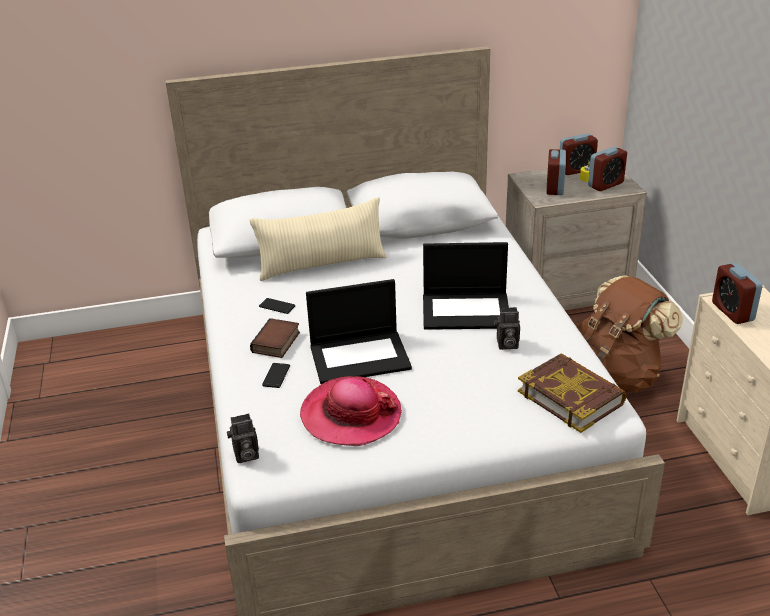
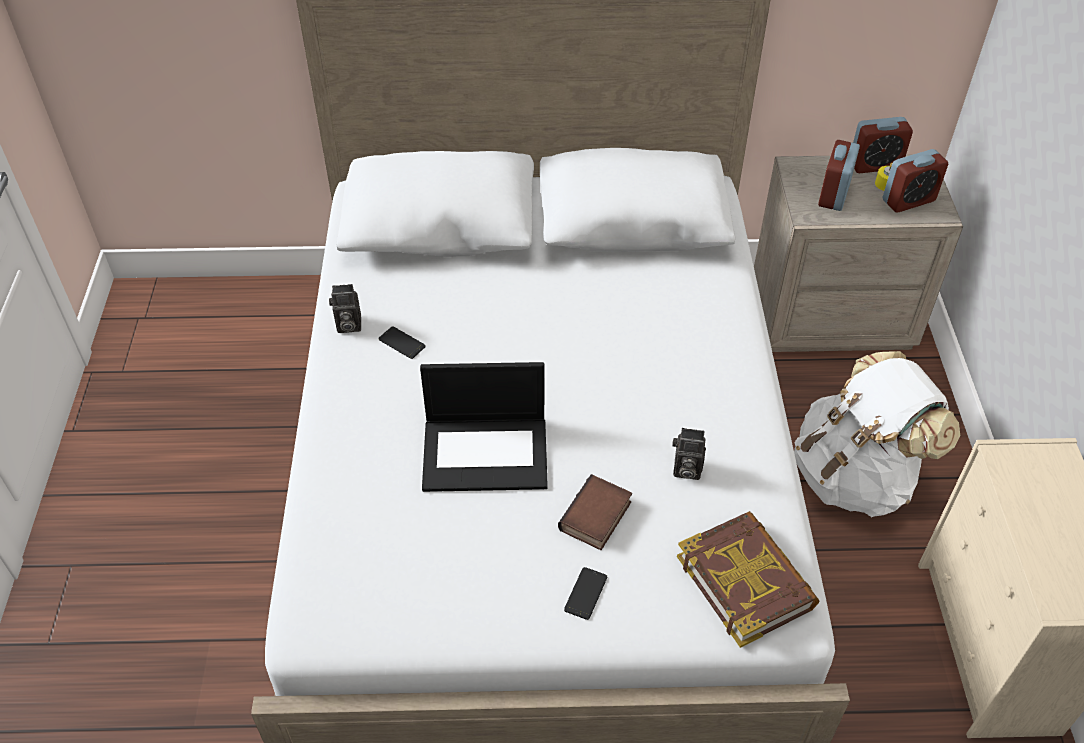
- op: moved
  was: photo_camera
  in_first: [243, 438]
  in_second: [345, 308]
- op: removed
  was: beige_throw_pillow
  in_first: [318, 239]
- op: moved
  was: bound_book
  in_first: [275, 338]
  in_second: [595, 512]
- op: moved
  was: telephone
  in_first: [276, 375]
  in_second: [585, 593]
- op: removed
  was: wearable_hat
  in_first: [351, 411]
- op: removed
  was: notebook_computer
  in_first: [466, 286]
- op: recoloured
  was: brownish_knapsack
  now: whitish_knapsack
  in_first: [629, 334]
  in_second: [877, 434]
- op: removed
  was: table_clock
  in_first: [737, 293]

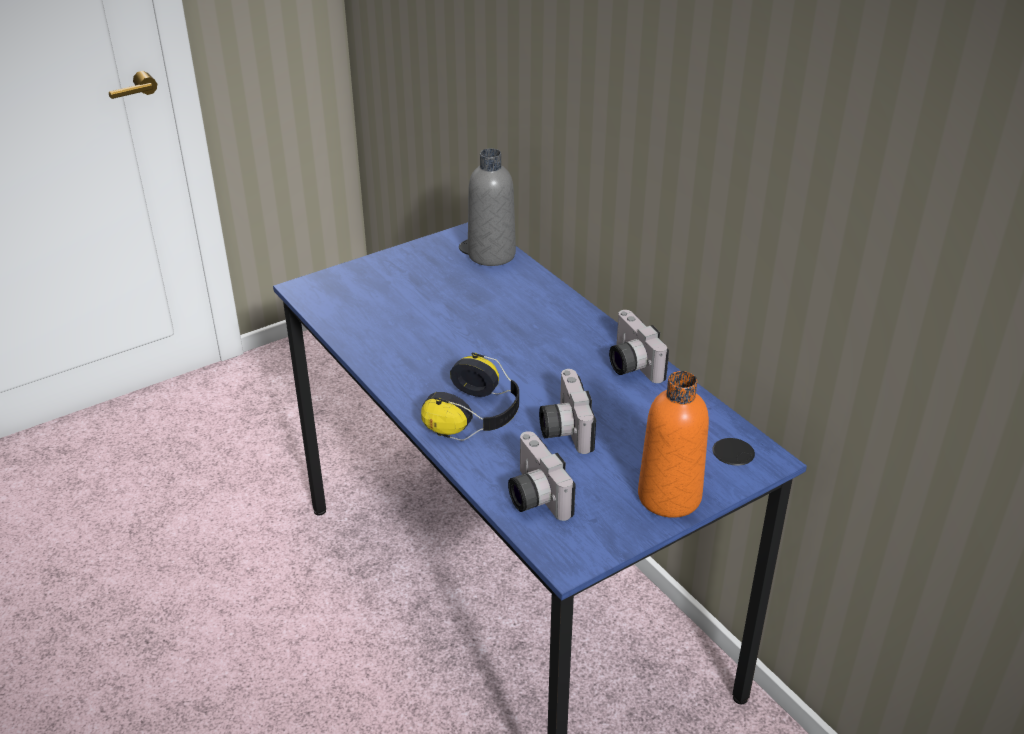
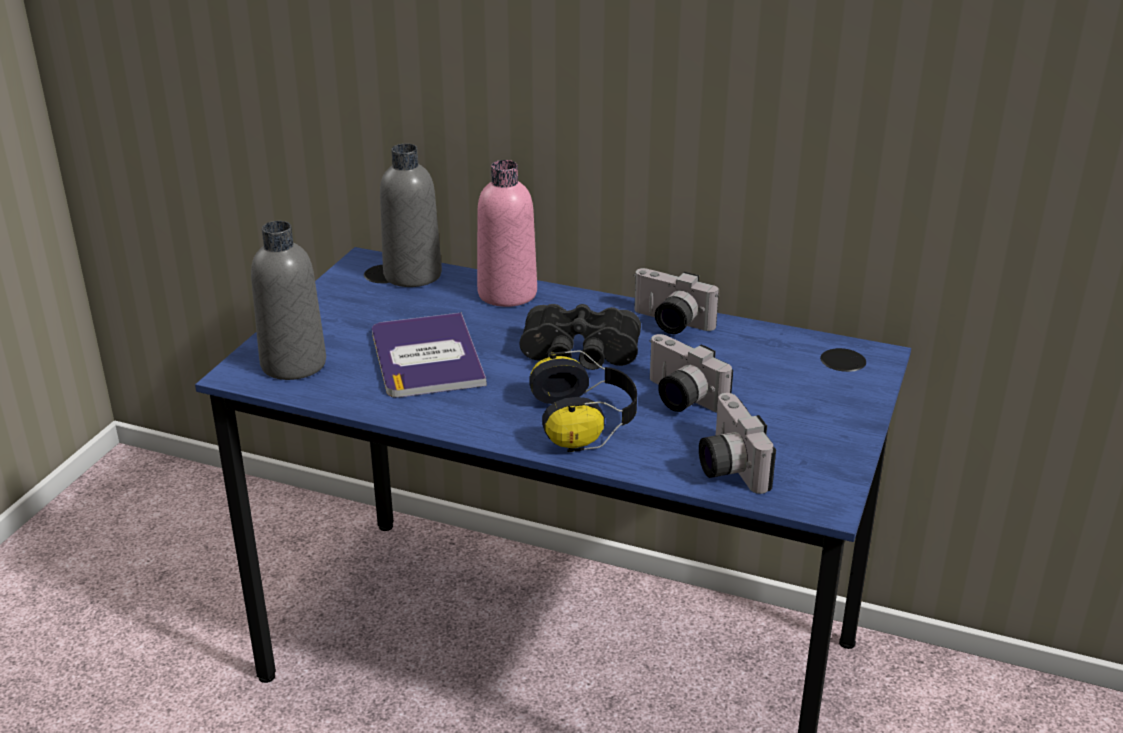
- op: turned
  was: photo_camera
  in_first: [542, 476]
  in_second: [737, 443]
  clockwise: 45
- op: removed
  was: orange_bottle
  in_first: [673, 444]
- op: added
  now: greyish_bottle
  in_second: [288, 300]
- op: added
  now: bound_book
  in_second: [429, 355]
- op: added
  now: pinkish_bottle
  in_second: [507, 233]
- op: added
  now: blackish_pair_of_binoculars
  in_second: [580, 337]

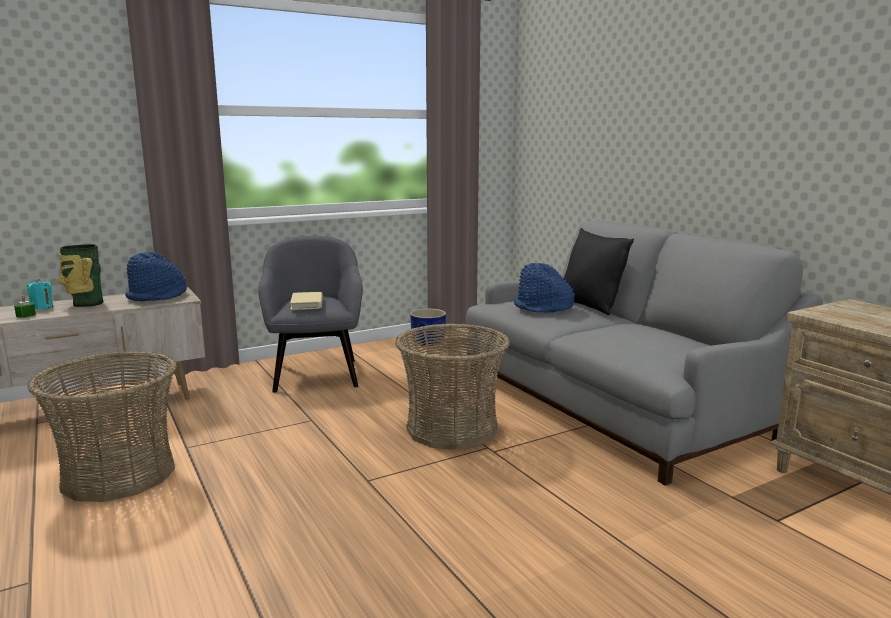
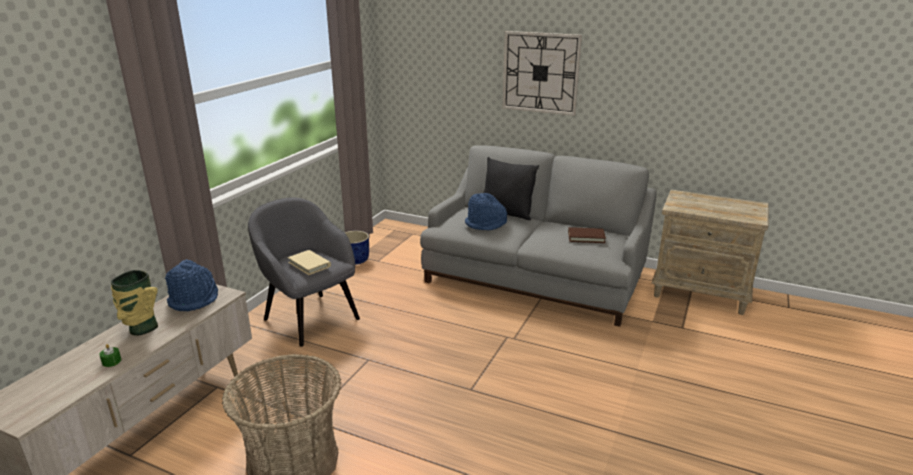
- op: removed
  was: turquoise_wax_light
  in_first: [40, 294]
- op: removed
  was: basket
  in_first: [452, 387]
- op: added
  now: hanging_clock
  in_second: [542, 73]
- op: added
  now: brownish_bound_book
  in_second: [587, 235]

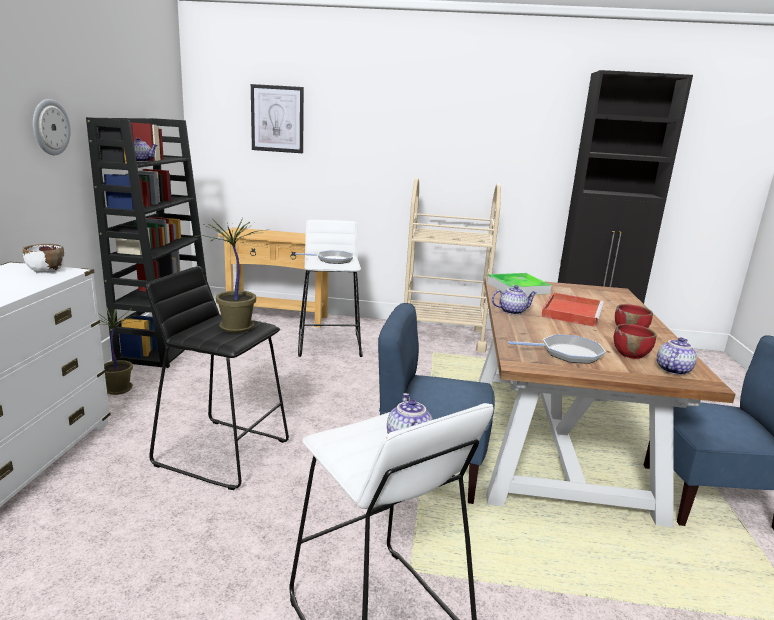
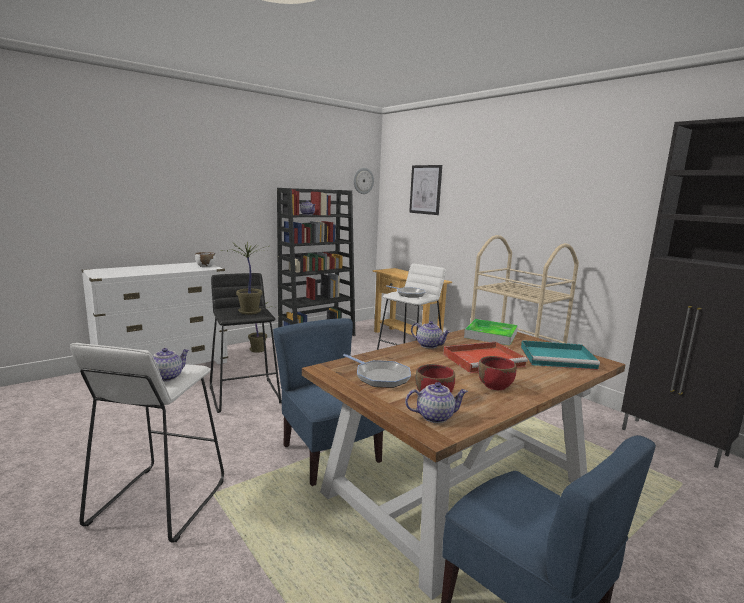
- op: moved
  was: hanging_clock
  in_first: [52, 127]
  in_second: [364, 181]
- op: added
  now: turquoise_tray
  in_second: [560, 355]

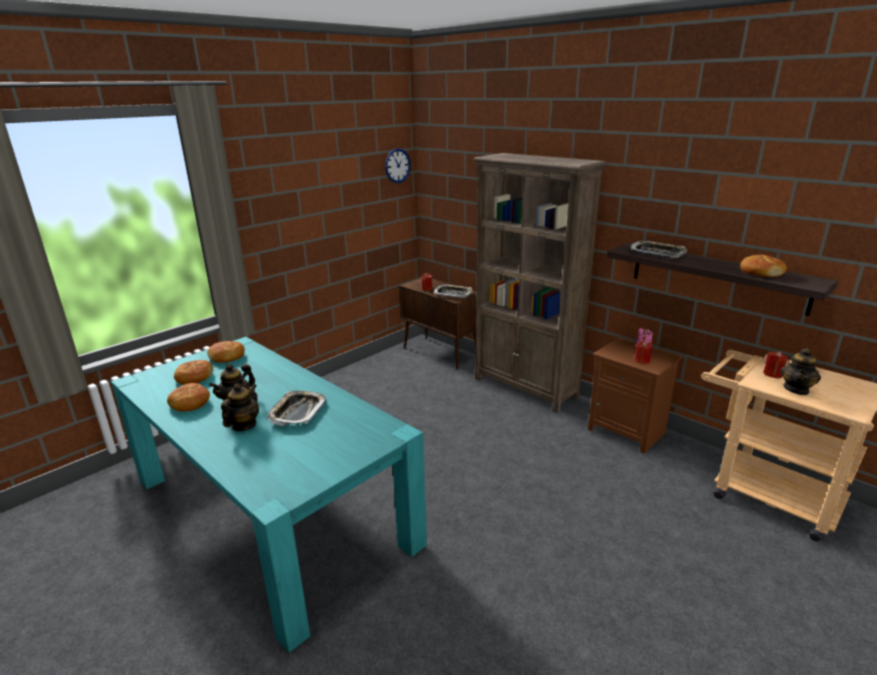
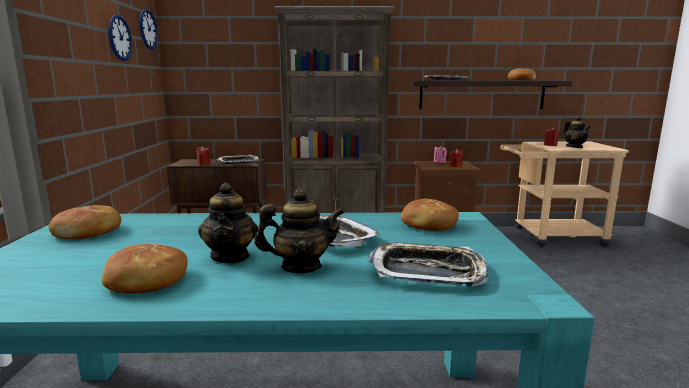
- op: moved
  was: bakery_bread
  in_first: [193, 372]
  in_second: [430, 215]
- op: turned
  was: teapot
  in_first: [240, 407]
  in_second: [299, 231]
  clockwise: 105
- op: added
  now: hanging_clock
  in_second: [120, 38]
- op: added
  now: tray
  in_second: [428, 264]

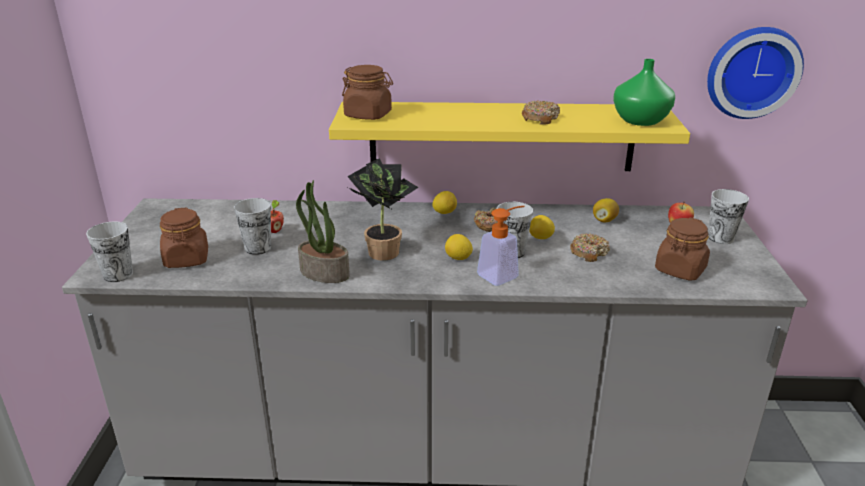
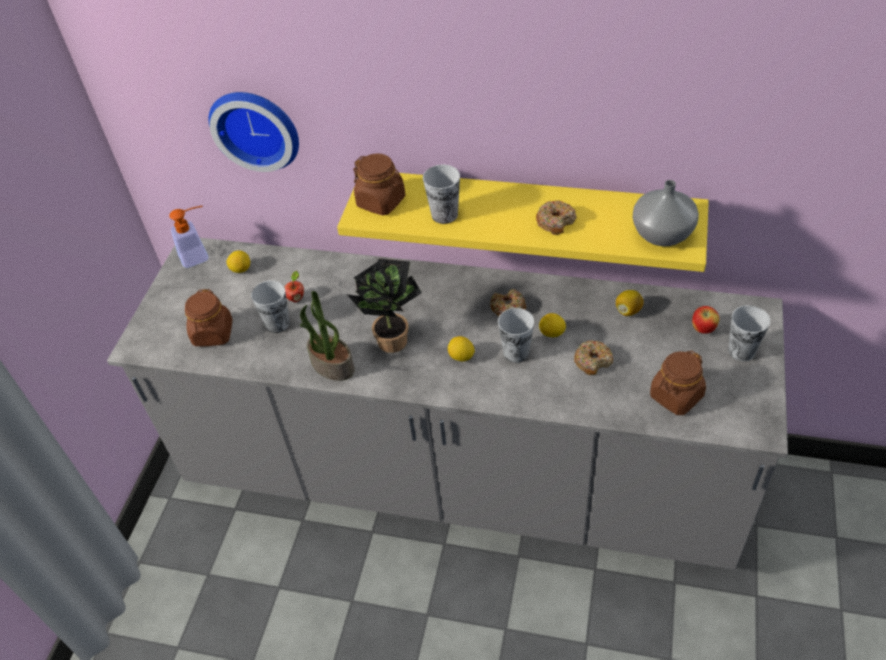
- op: moved
  was: cup
  in_first: [109, 252]
  in_second: [441, 194]
- op: moved
  was: citrus_fruit
  in_first: [444, 202]
  in_second: [238, 261]
- op: moved
  was: liquid_soap_bottle
  in_first: [500, 246]
  in_second: [189, 237]
- op: recoloured
  was: green_decorative_vase
  now: greyish_decorative_vase
  in_first: [644, 92]
  in_second: [665, 213]
- op: moved
  was: hanging_clock
  in_first: [755, 73]
  in_second: [254, 132]

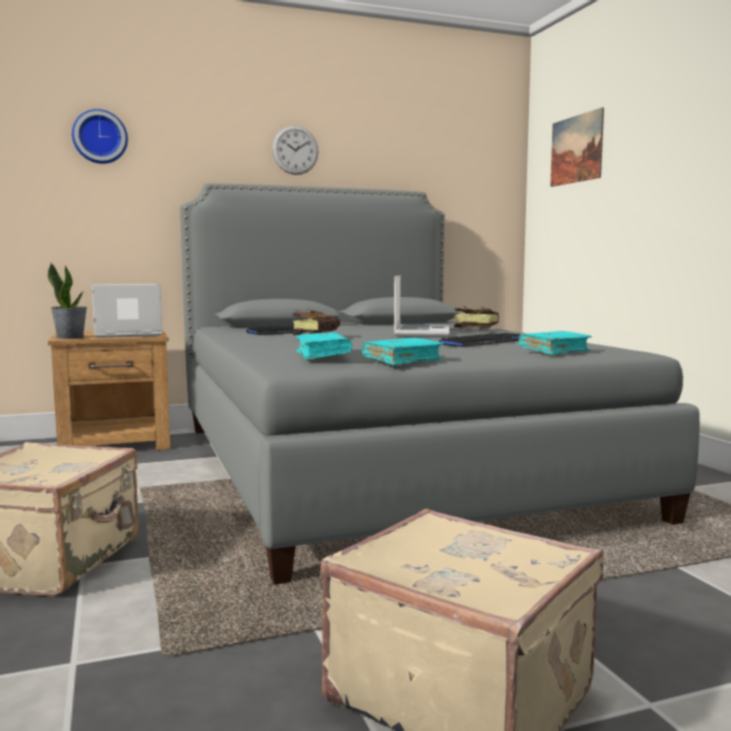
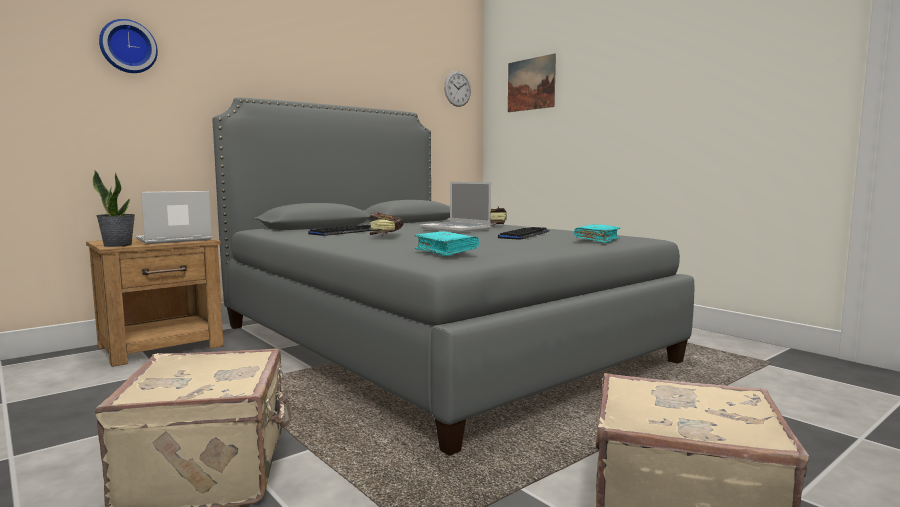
- op: moved
  was: hanging_clock
  in_first: [295, 150]
  in_second: [457, 89]
- op: removed
  was: turquoise_bound_book
  in_first: [403, 351]
- op: turned
  was: notebook_computer
  in_first: [421, 305]
  in_second: [455, 207]
  clockwise: 150

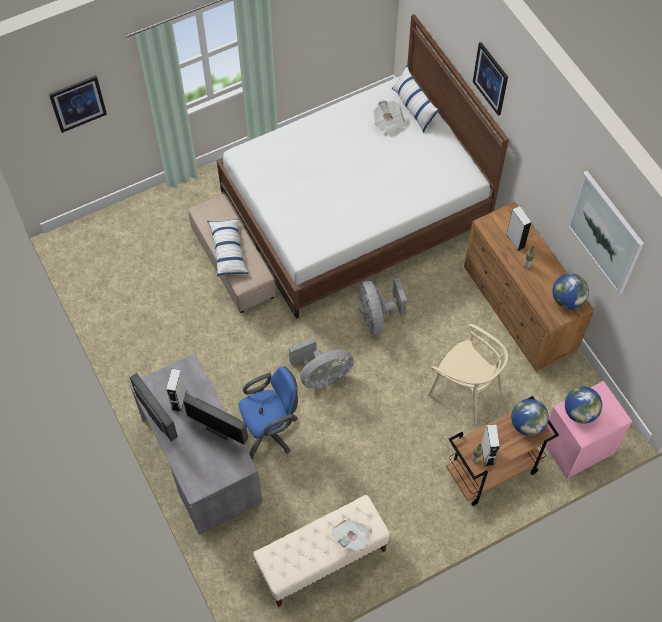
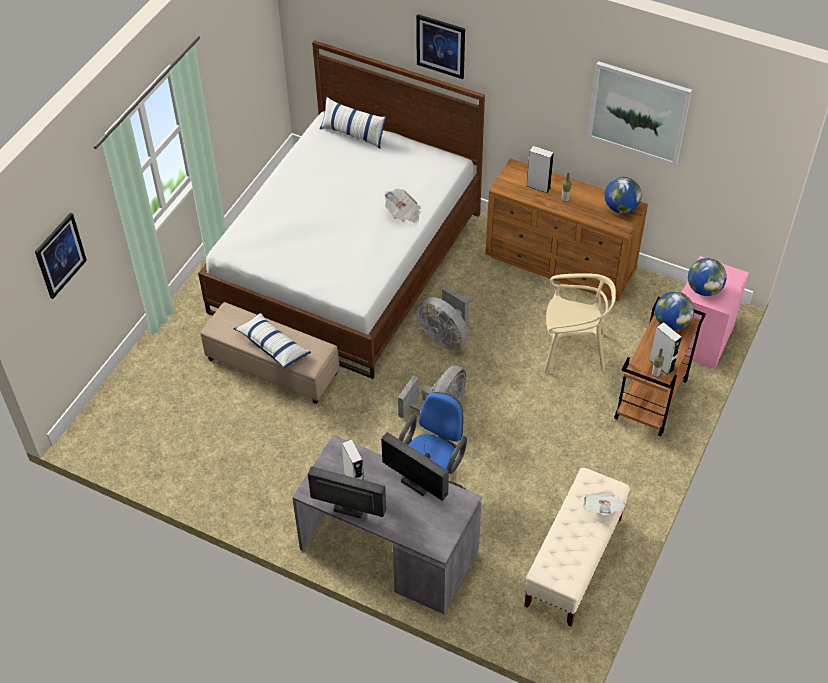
- op: turned
  was: computer_screen
  in_first: [215, 419]
  in_second: [415, 466]
  clockwise: 45
- op: moved
  was: newspaper
  in_first: [389, 119]
  in_second: [403, 206]

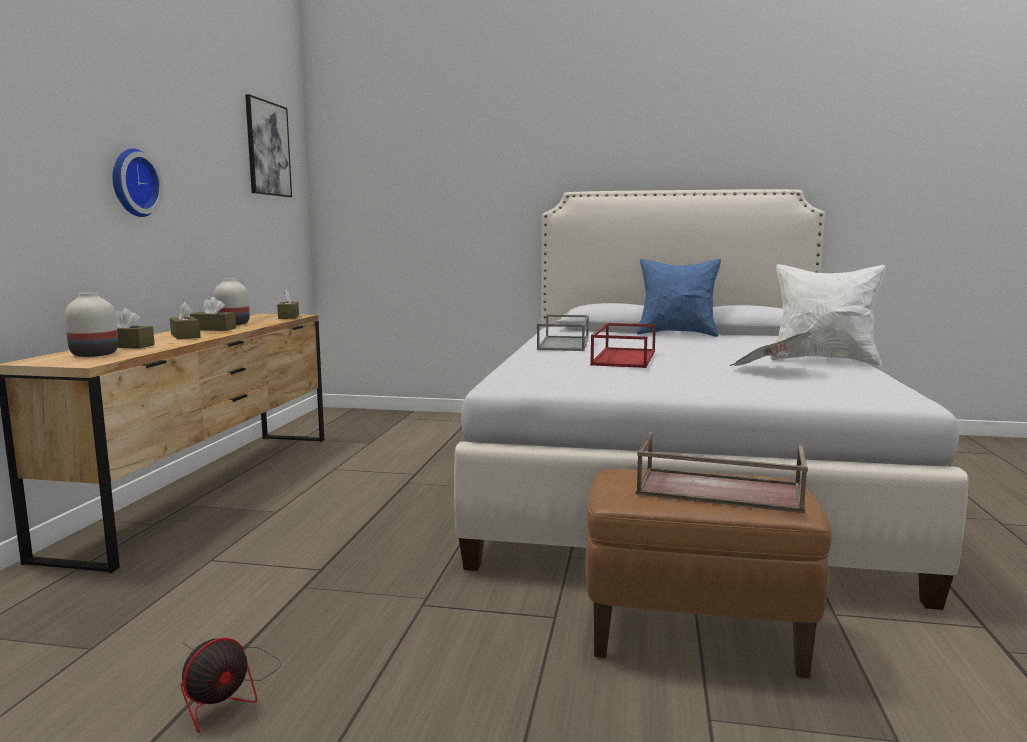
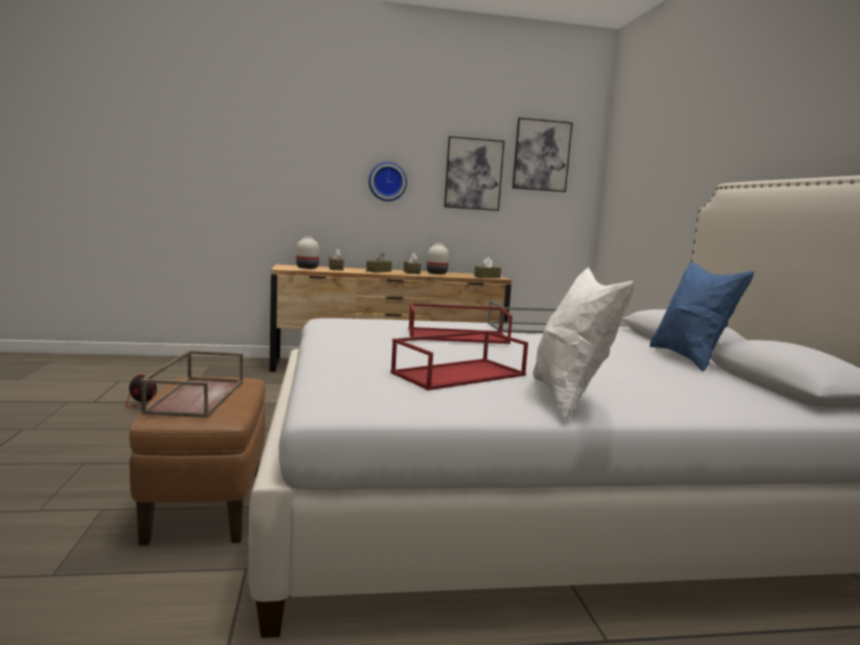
- op: replaced
  was: newspaper
  now: reddish_tray
  in_first: [771, 348]
  in_second: [459, 360]
- op: added
  now: wall_art
  in_second: [474, 173]

